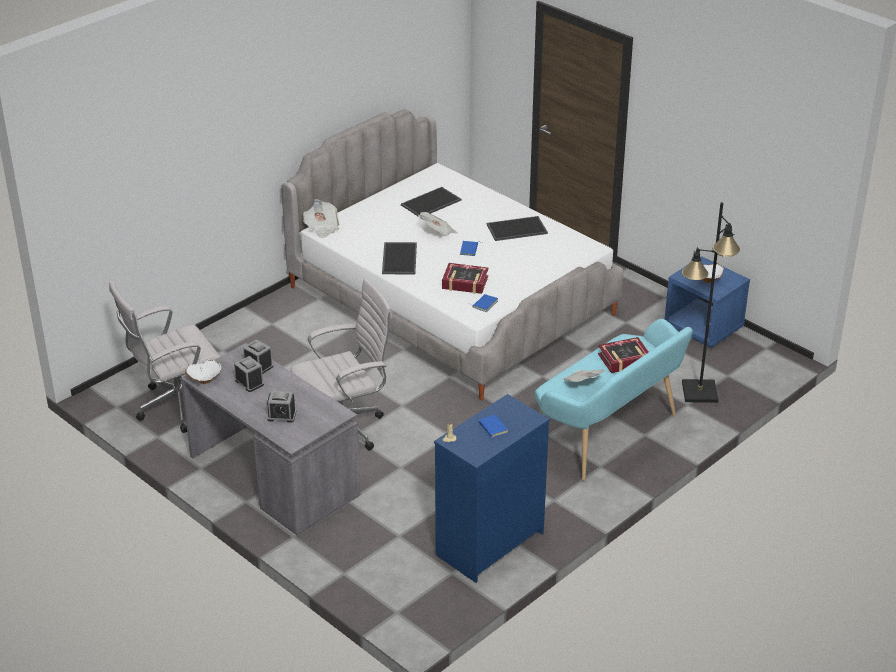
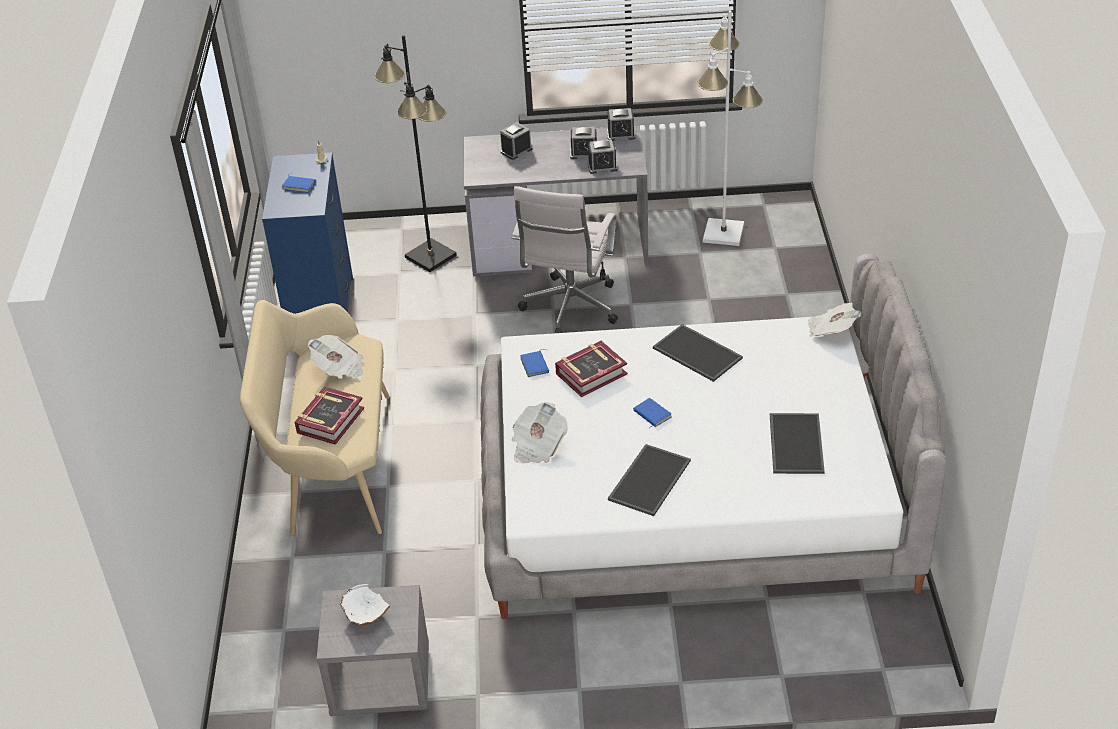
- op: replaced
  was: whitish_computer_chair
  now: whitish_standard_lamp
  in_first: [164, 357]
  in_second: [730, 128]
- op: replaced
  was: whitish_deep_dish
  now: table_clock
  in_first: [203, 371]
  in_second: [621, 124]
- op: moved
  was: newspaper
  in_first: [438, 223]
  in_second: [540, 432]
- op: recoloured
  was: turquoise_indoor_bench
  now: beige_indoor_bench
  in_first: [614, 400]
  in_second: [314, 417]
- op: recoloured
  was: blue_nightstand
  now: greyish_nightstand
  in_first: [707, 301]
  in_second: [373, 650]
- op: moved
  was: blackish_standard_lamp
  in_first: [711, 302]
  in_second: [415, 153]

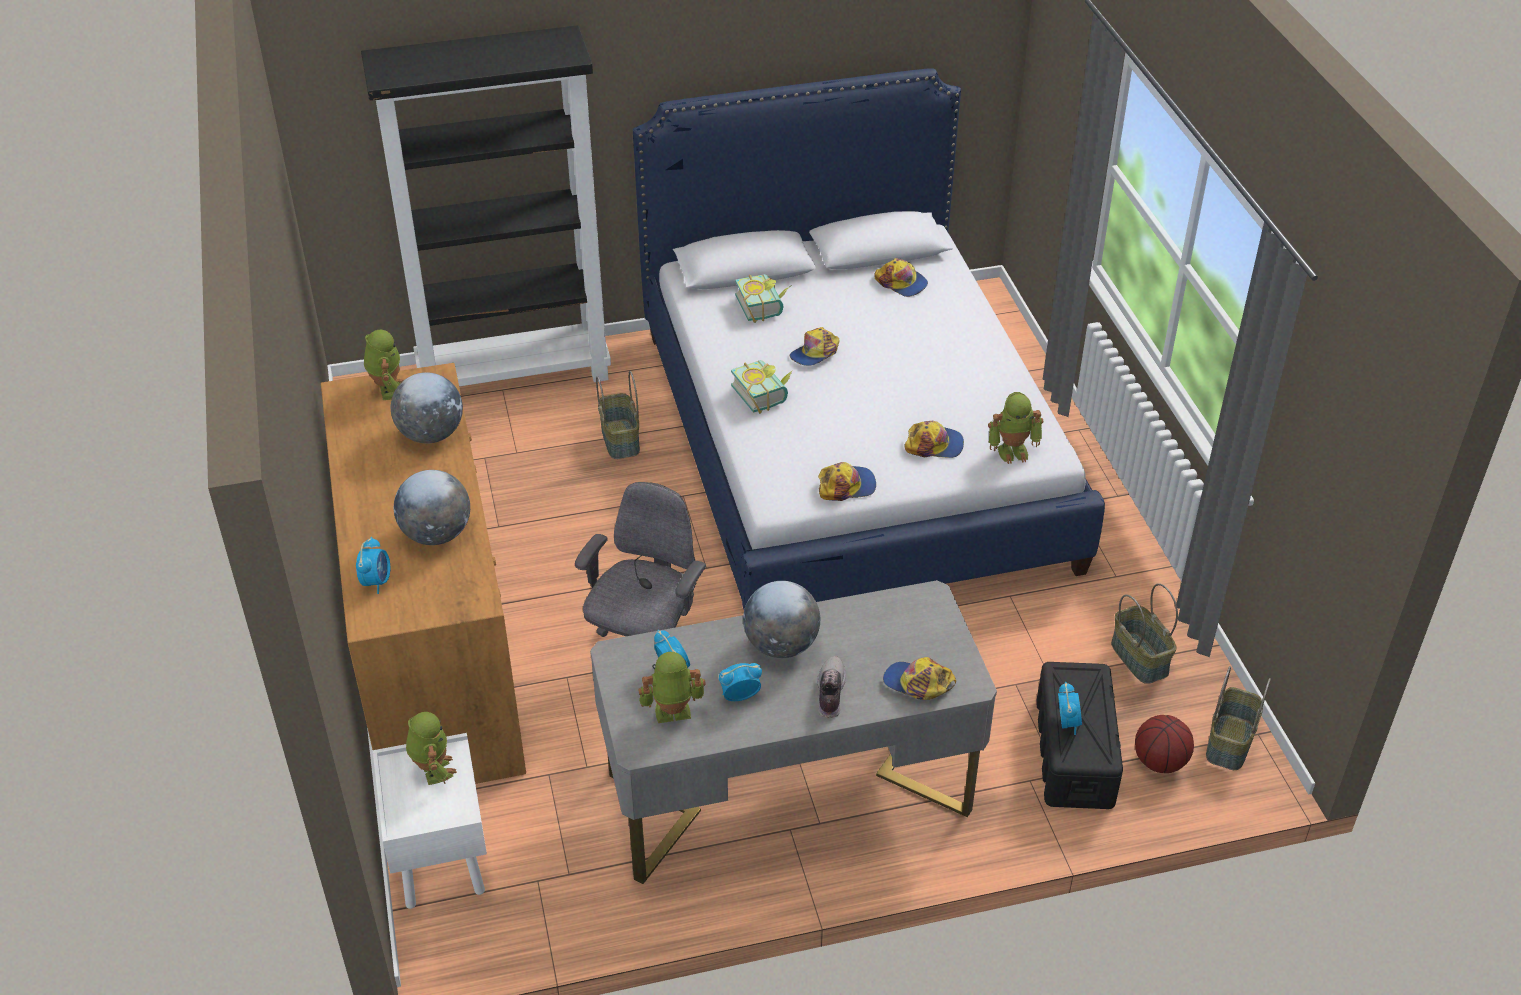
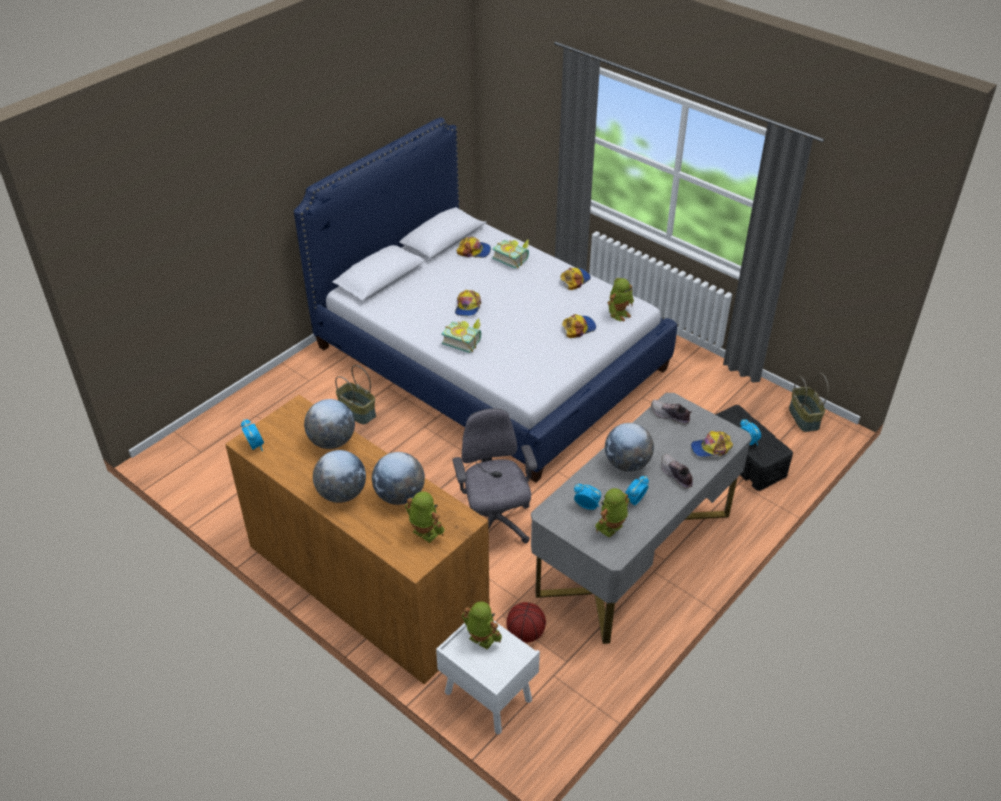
- op: moved
  was: table_clock
  in_first: [373, 565]
  in_second: [252, 435]
- op: removed
  was: blackish_bookcase
  in_first: [486, 205]
- op: moved
  was: toy_robot
  in_first: [384, 364]
  in_second: [424, 517]
- op: moved
  was: bound_book
  in_first: [763, 298]
  in_second: [510, 253]
- op: moved
  was: peaked_cap
  in_first: [847, 481]
  in_second: [576, 278]
- op: removed
  was: basket
  in_first: [1144, 633]
- op: moved
  was: ball_for_basketball
  in_first: [1164, 744]
  in_second: [526, 622]
- op: added
  now: globe
  in_second: [339, 476]
- op: added
  now: shoe
  in_second: [671, 412]

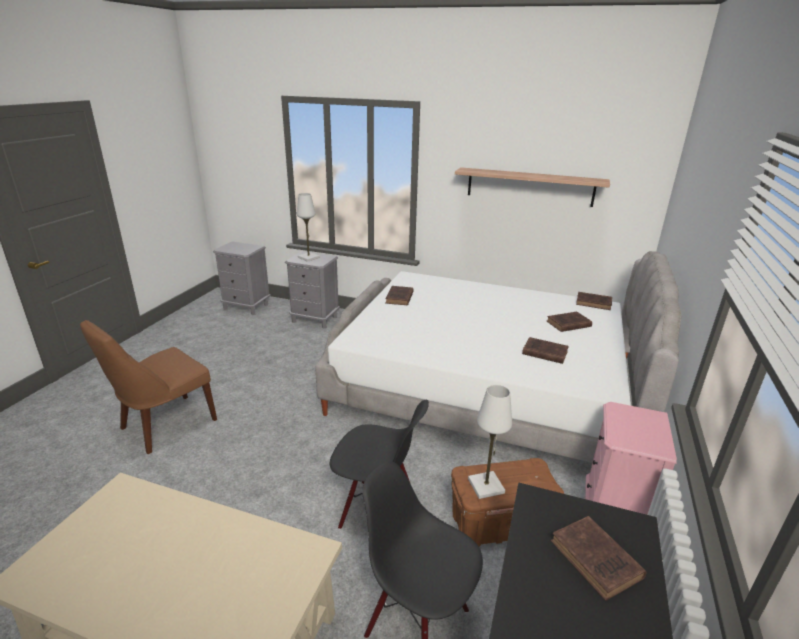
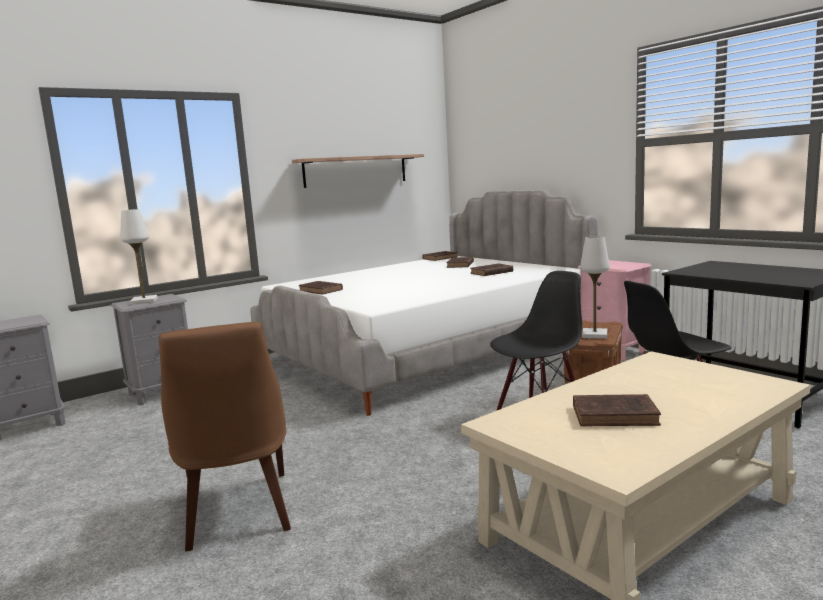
- op: moved
  was: brownish_bound_book
  in_first: [599, 558]
  in_second: [617, 410]

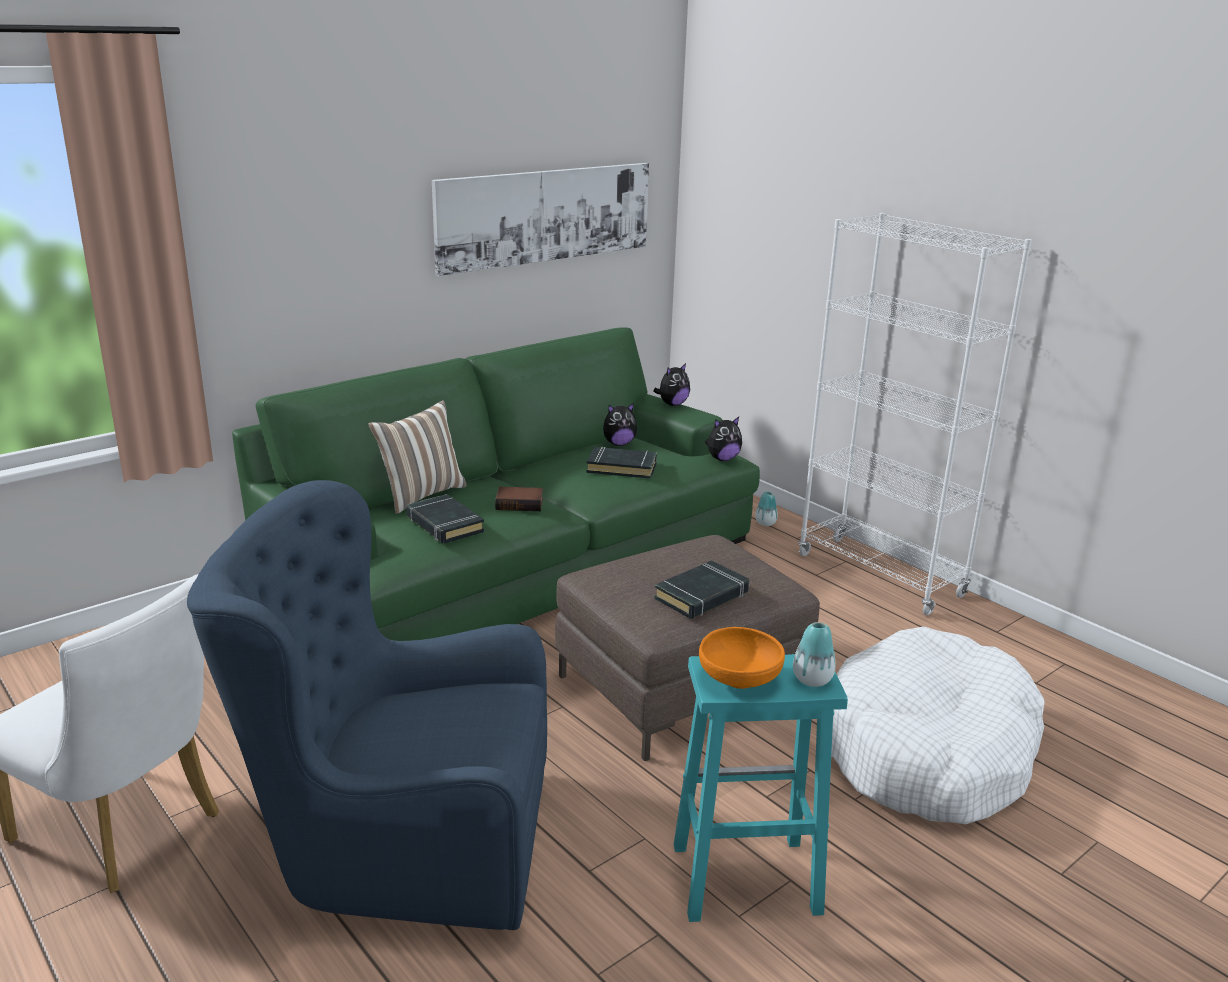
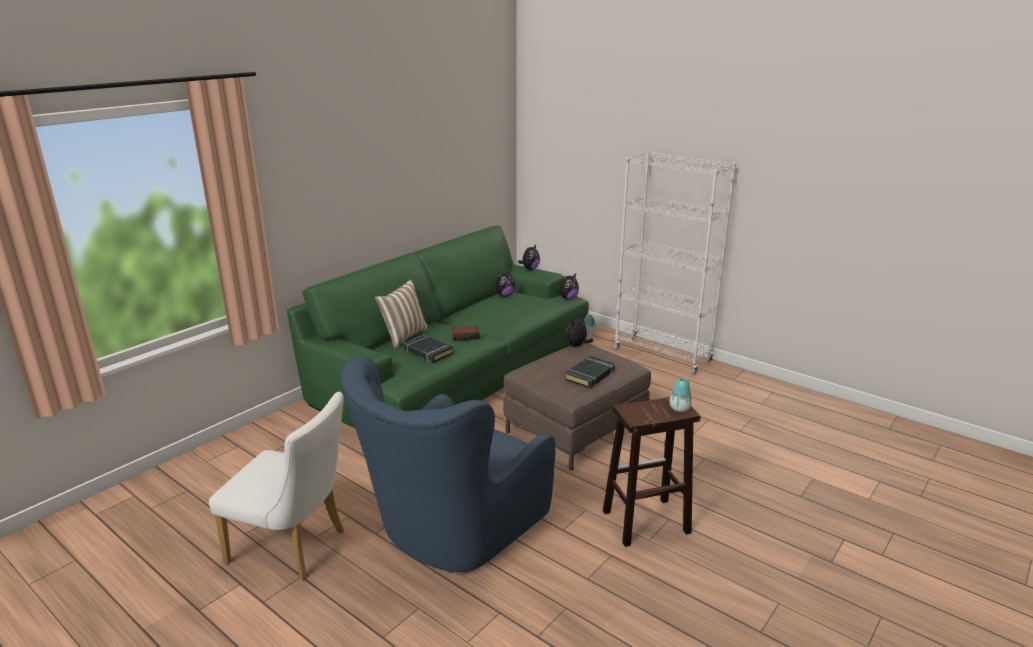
- op: turned
  was: blue_armchair
  in_first: [367, 705]
  in_second: [448, 464]
  clockwise: -45
- op: removed
  was: wall_art
  in_first: [540, 219]
- op: removed
  was: blackish_bound_book
  in_first: [621, 462]
- op: recoloured
  was: turquoise_stool
  now: brownish_stool
  in_first: [761, 788]
  in_second: [652, 472]
- op: removed
  was: orange_deep_dish
  in_first: [742, 658]
- op: removed
  was: whitish_pet_bed
  in_first: [938, 725]
- op: added
  now: soft_toy
  in_second: [579, 331]

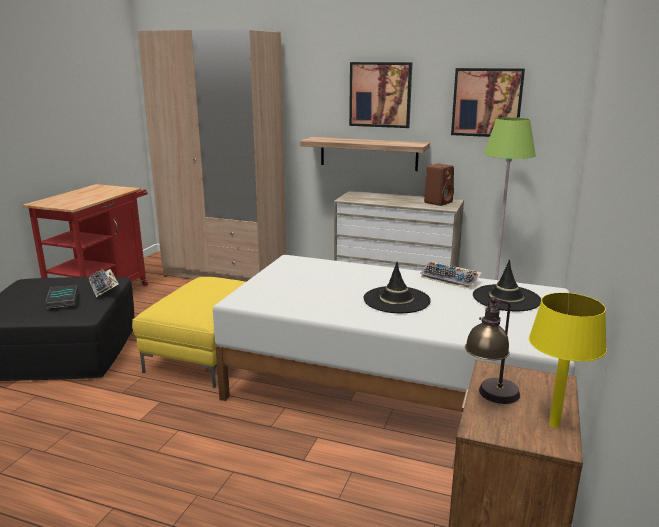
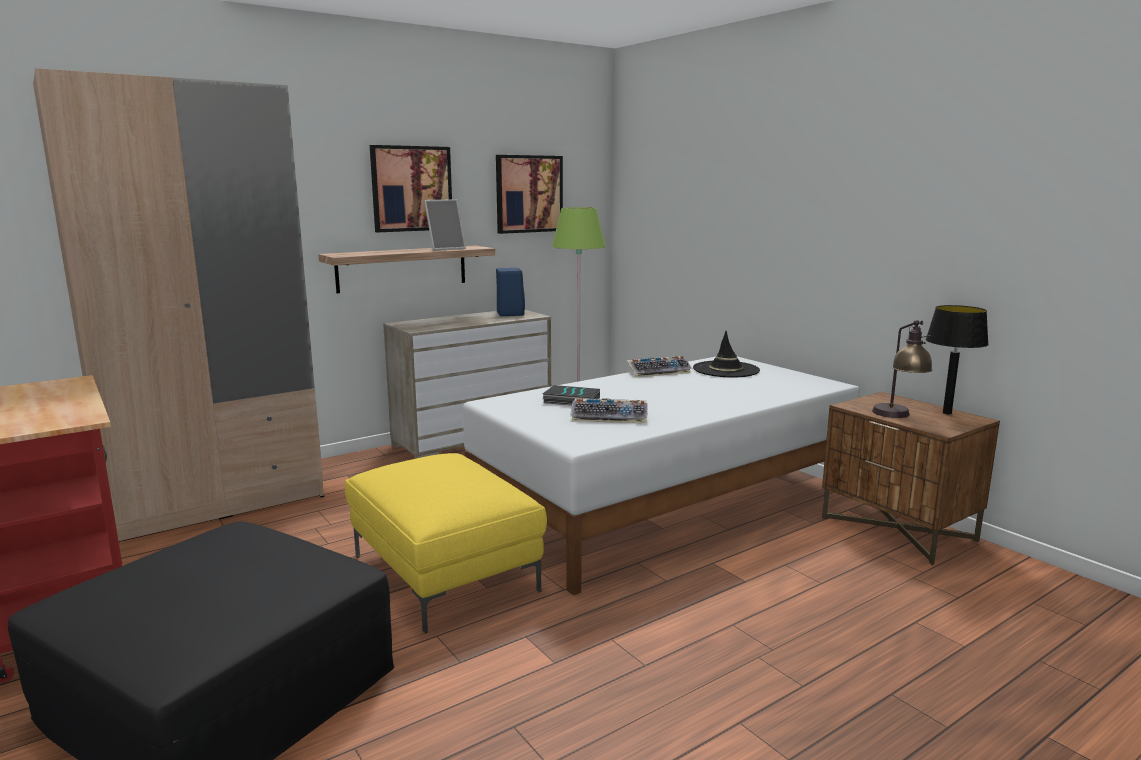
- op: moved
  was: bound_book
  in_first: [61, 297]
  in_second: [571, 395]
- op: moved
  was: keyboard
  in_first: [104, 283]
  in_second: [609, 410]
- op: removed
  was: blackish_wearable_hat
  in_first: [397, 287]
- op: recoloured
  was: brownish_loudspeaker
  now: blue_loudspeaker
  in_first: [439, 185]
  in_second: [510, 292]
- op: recoloured
  was: yellow_lamp_for_a_table
  now: blackish_lamp_for_a_table
  in_first: [568, 360]
  in_second: [957, 359]
- op: added
  now: picture_frame
  in_second: [445, 224]

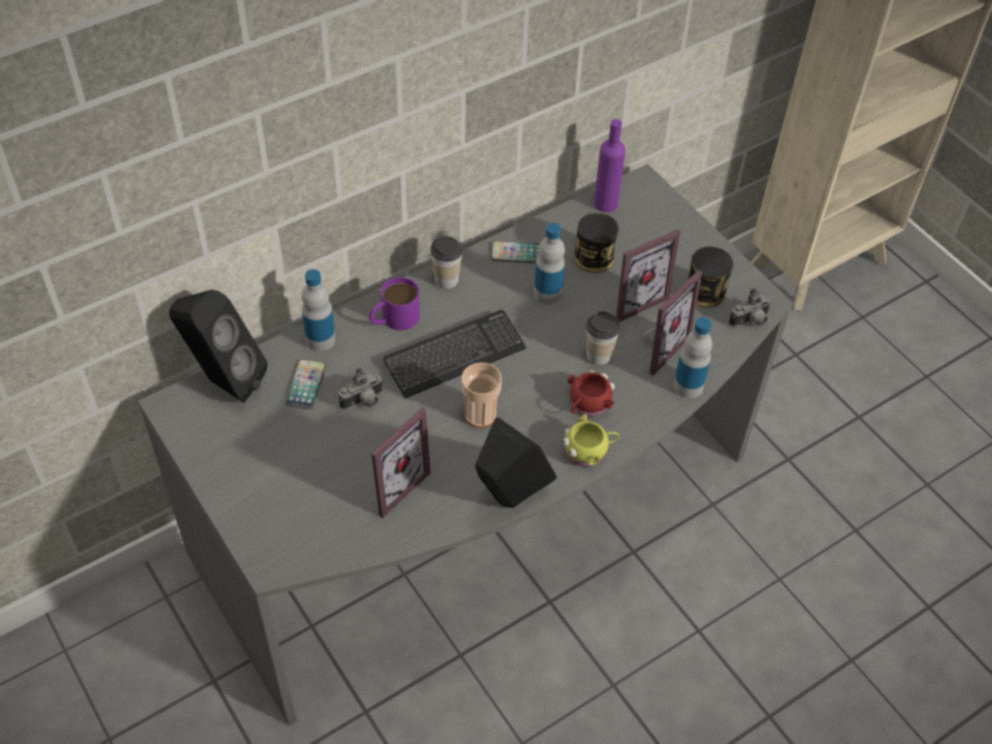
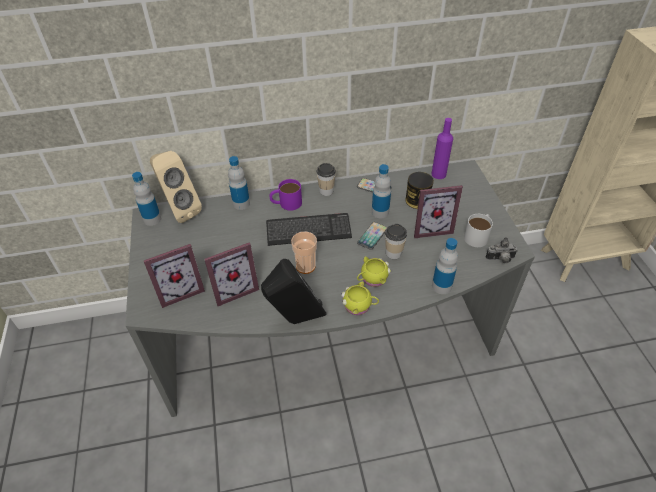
- op: recoloured
  was: blackish_loudspeaker
  now: beige_loudspeaker
  in_first: [218, 346]
  in_second: [176, 187]
- op: moved
  was: telephone
  in_first: [305, 384]
  in_second: [372, 236]
- op: removed
  was: photo_camera
  in_first: [360, 389]
- op: recoloured
  was: reddish_coffee_mug
  now: yellow_coffee_mug
  in_first: [591, 394]
  in_second: [374, 272]
- op: moved
  was: picture_frame
  in_first: [671, 323]
  in_second: [174, 276]
- op: replaced
  was: sealed_can
  now: whitish_coffee_mug
  in_first: [710, 277]
  in_second: [478, 230]
- op: added
  now: bottle
  in_second: [146, 199]

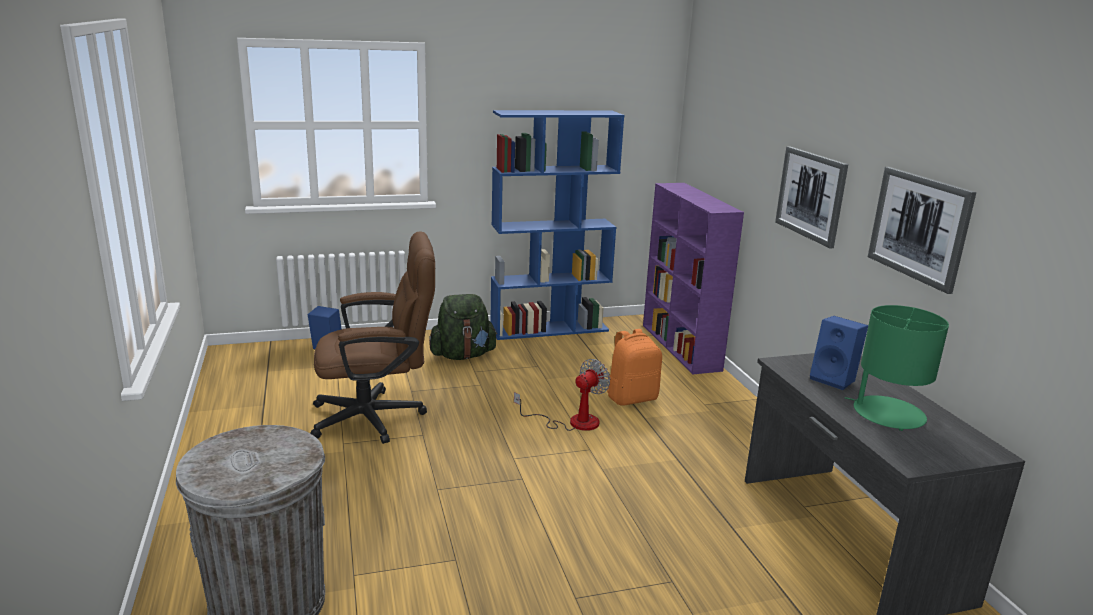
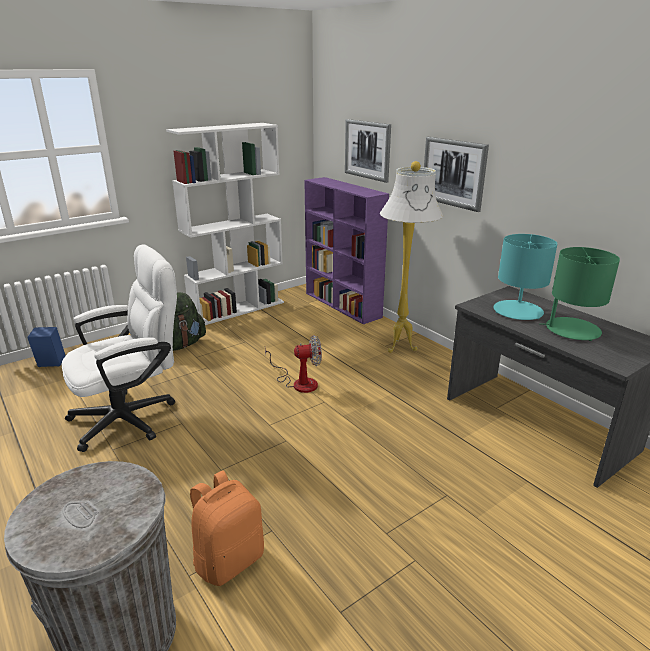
- op: recoloured
  was: brownish_computer_chair
  now: whitish_computer_chair
  in_first: [372, 337]
  in_second: [119, 348]
- op: recoloured
  was: blue_bookcase
  now: whitish_bookcase
  in_first: [557, 225]
  in_second: [225, 224]
- op: turned
  was: fan
  in_first: [562, 395]
  in_second: [293, 364]
  clockwise: 60
- op: moved
  was: orange_knapsack
  in_first: [634, 367]
  in_second: [227, 528]
- op: replaced
  was: blue_loudspeaker
  now: turquoise_lamp_for_a_table
  in_first: [839, 353]
  in_second: [525, 277]
- op: moved
  was: wall_art
  in_first: [922, 230]
  in_second: [368, 151]
- op: added
  now: whitish_standard_lamp
  in_second: [411, 257]

